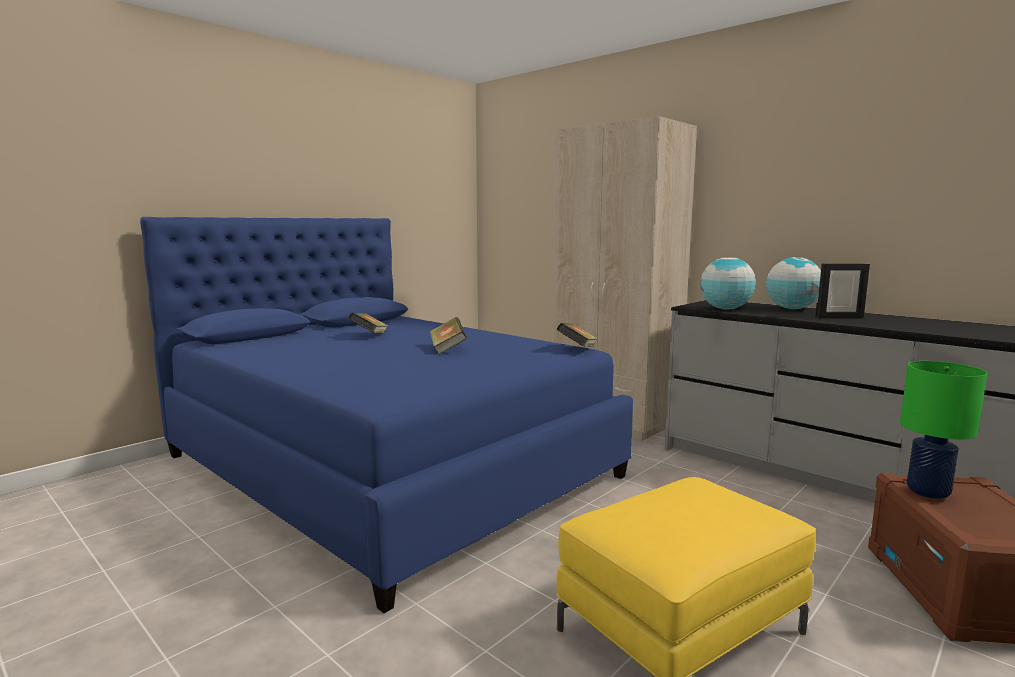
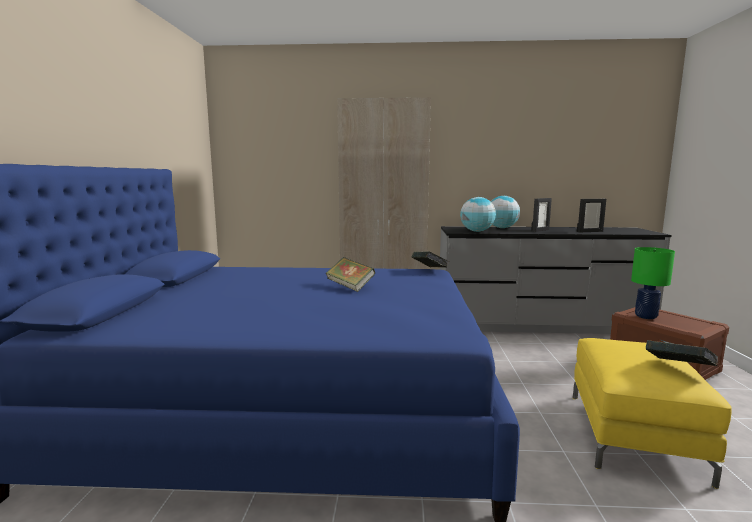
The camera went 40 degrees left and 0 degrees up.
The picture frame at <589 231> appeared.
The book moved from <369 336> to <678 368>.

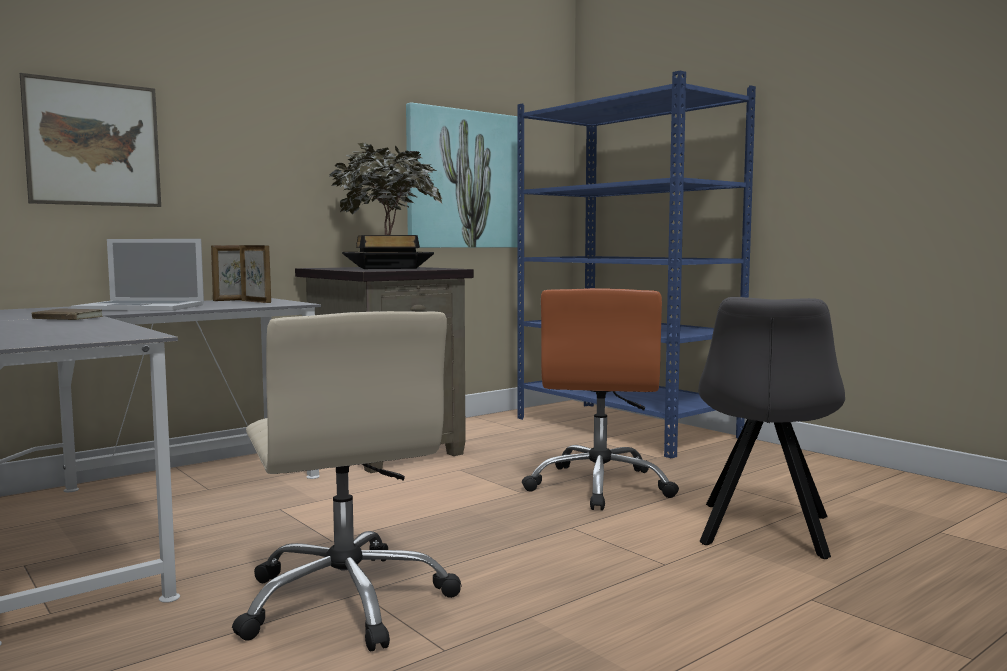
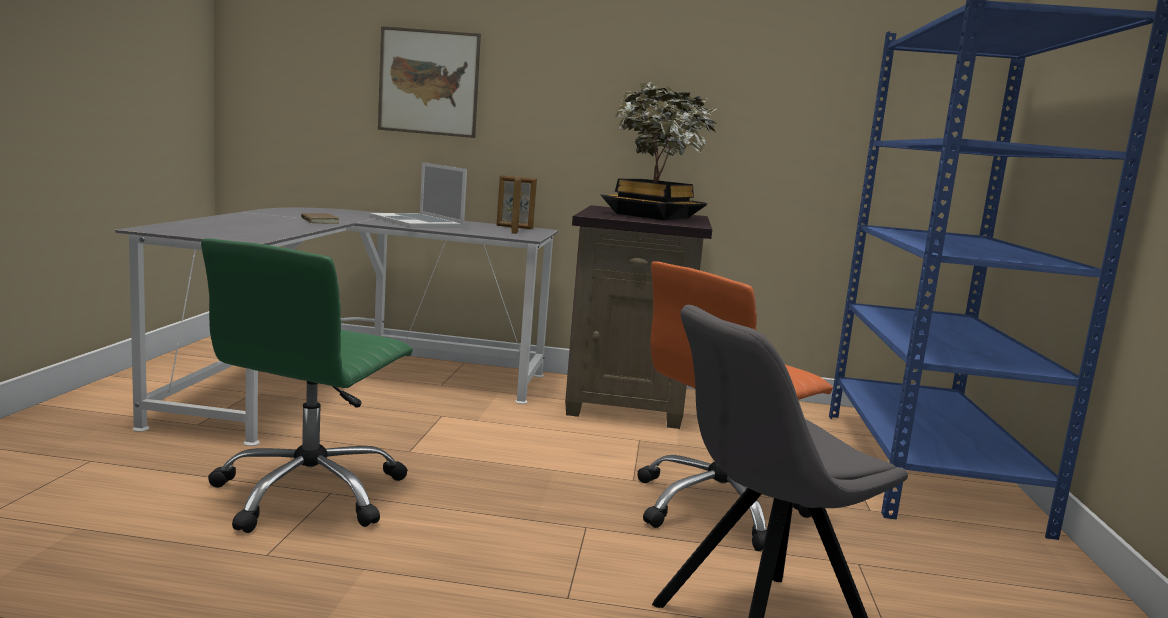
The camera went 45 degrees right and 5 degrees up.
The picture at <463 179> disappeared.
The beige office chair at <346 601> became the green office chair at <309 493>.

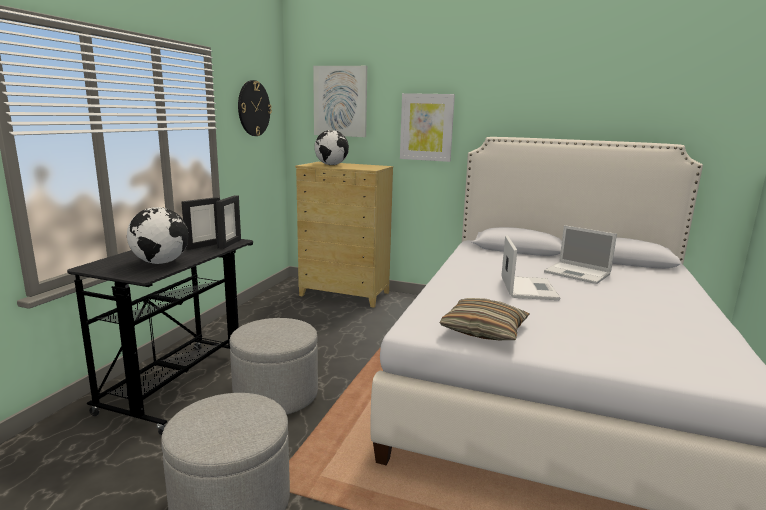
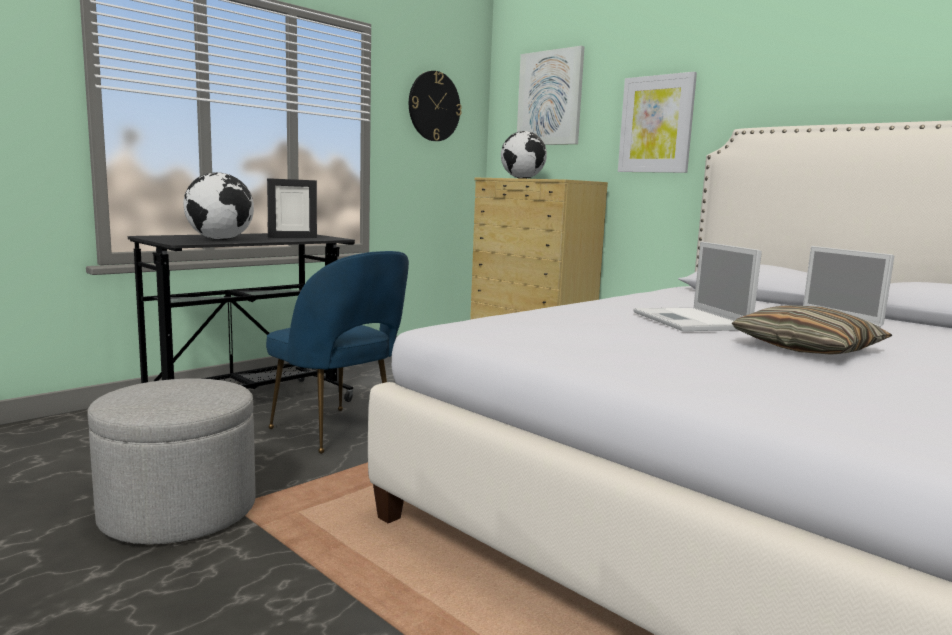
The camera went 25 degrees right and 5 degrees down.
The picture frame at <229 244> disappeared.
The pillow moved from <484 330> to <807 348>.
The grey ottoman at <276 395> was replaced by the blue chair at <337 433>.
The laptop at <528 288> turned 135 degrees clockwise.

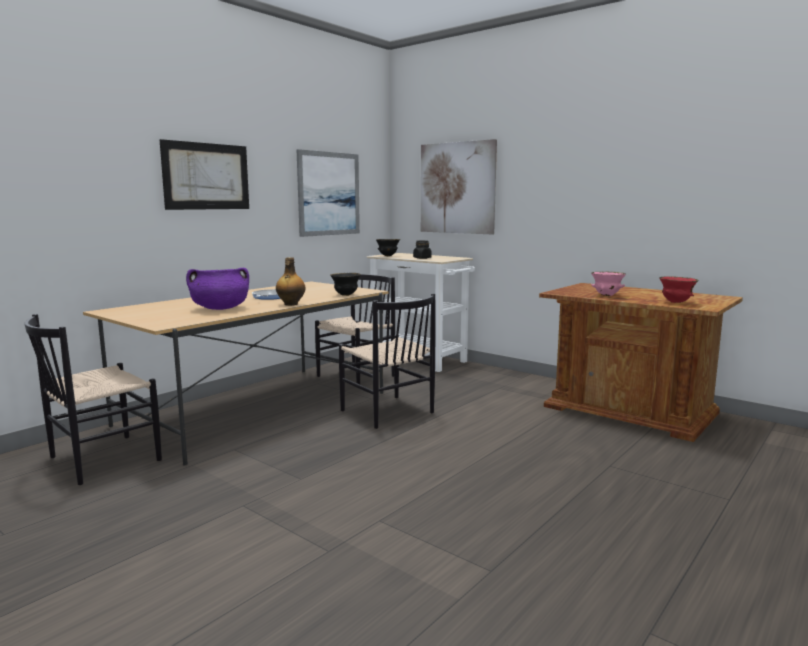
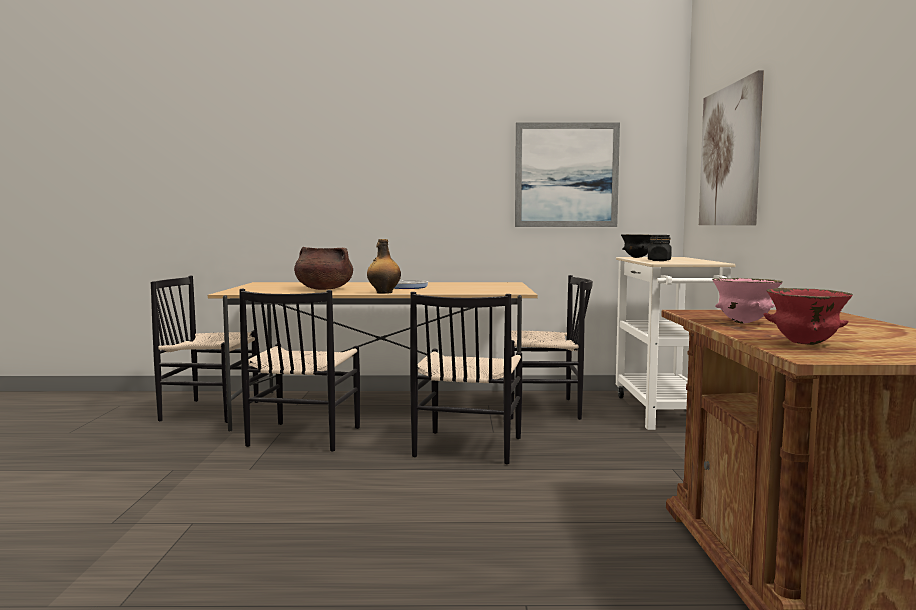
The camera went 50 degrees right and 5 degrees down.
The picture at <207 176> disappeared.
The black bowl at <346 295> disappeared.
The black chair at <302 438> appeared.
The purple cooking pot at <220 308> became the brown cooking pot at <323 289>.

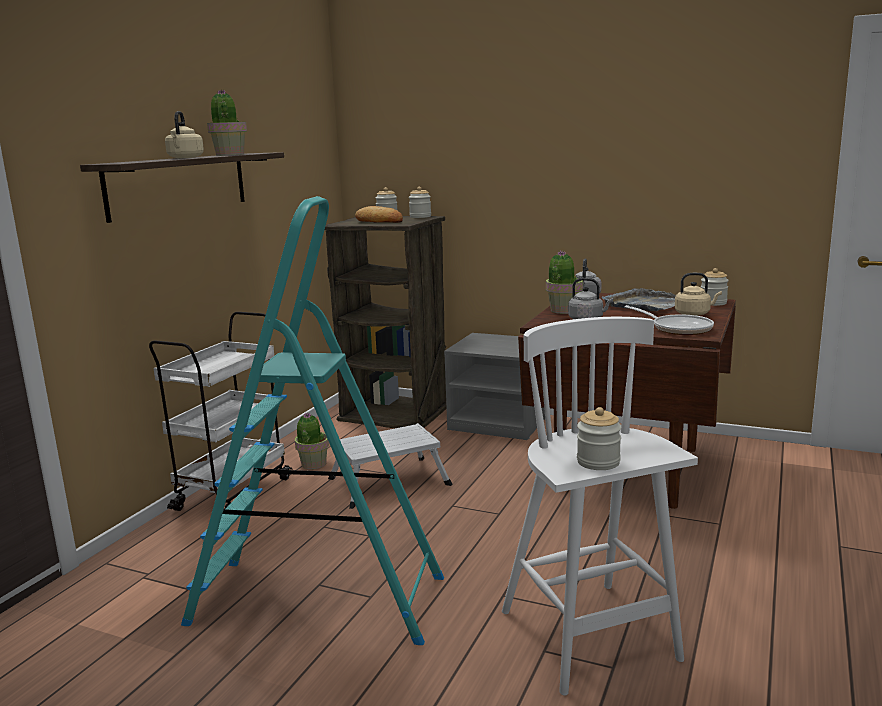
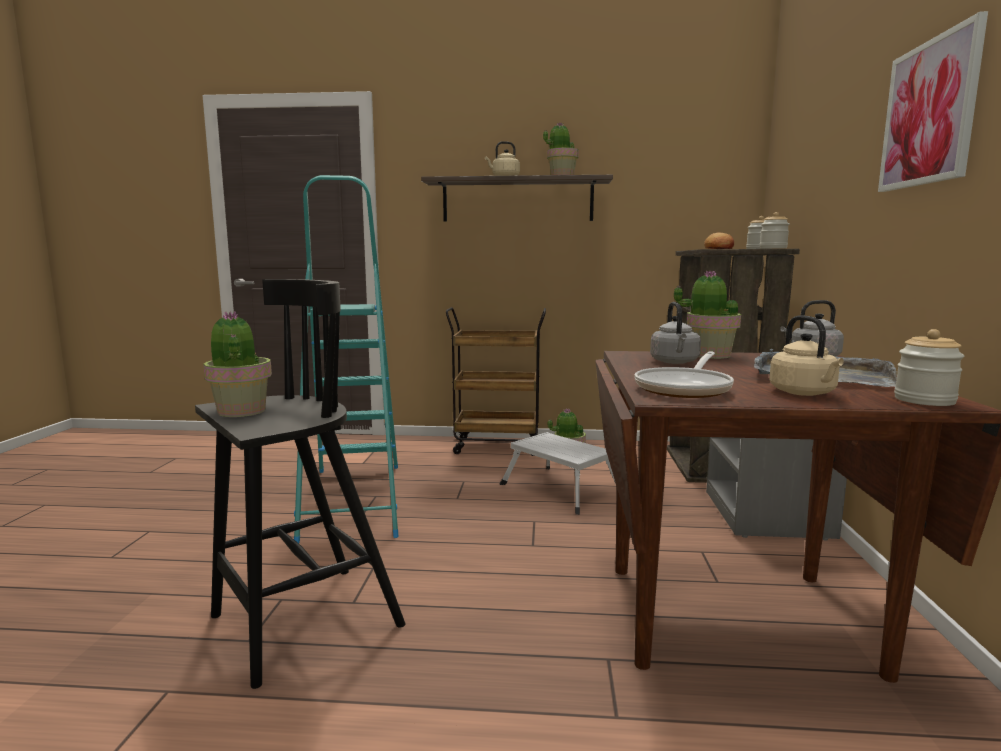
The camera went 70 degrees right and 5 degrees down.
The picture at <929 113> appeared.
The jar at <598 462> was replaced by the potted plant at <241 411>.
The white cart at <234 493> became the brown cart at <497 446>.
The white stool at <592 638> became the black stool at <300 623>.

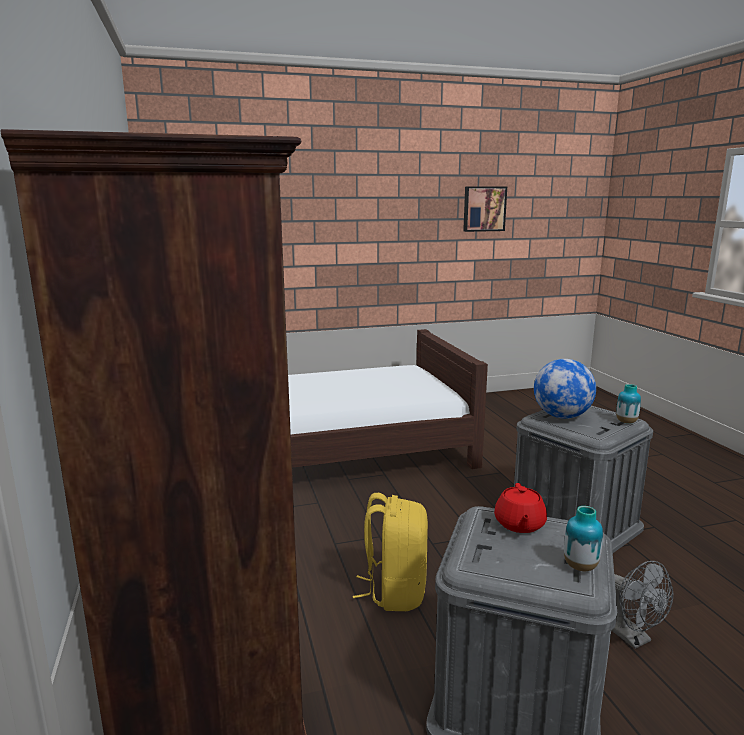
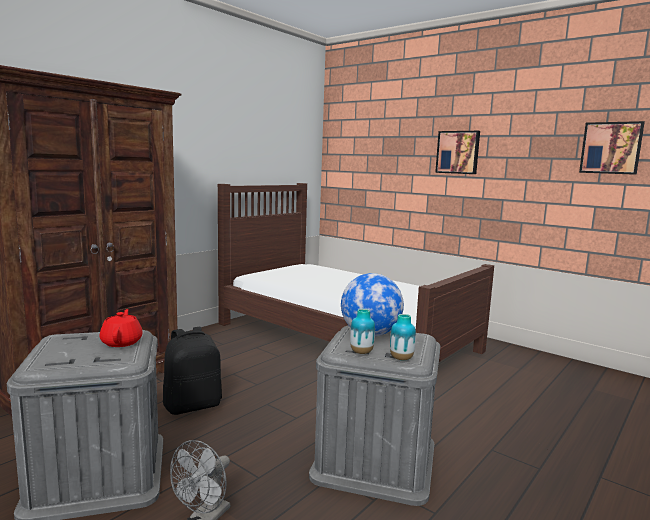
The camera went 55 degrees right and 5 degrees down.
The picture at <458 152> appeared.
The vase moved from <580 566> to <361 352>.
The yellow backpack at <395 591> became the black backpack at <193 405>.
The red teapot at <519 524> turned 105 degrees clockwise.

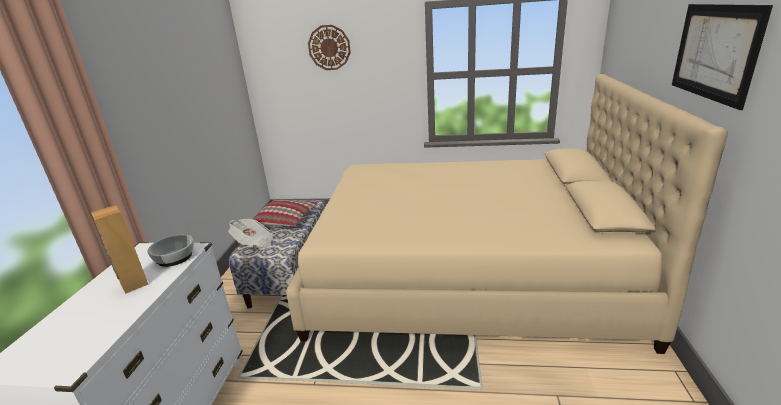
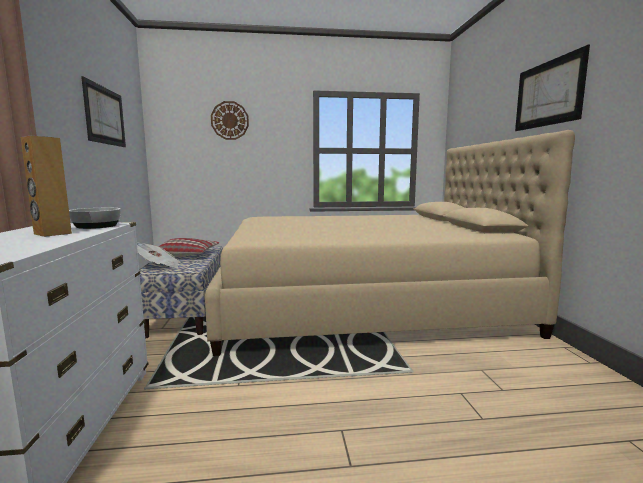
The camera went 15 degrees left and 15 degrees down.
The picture at <105 116> appeared.

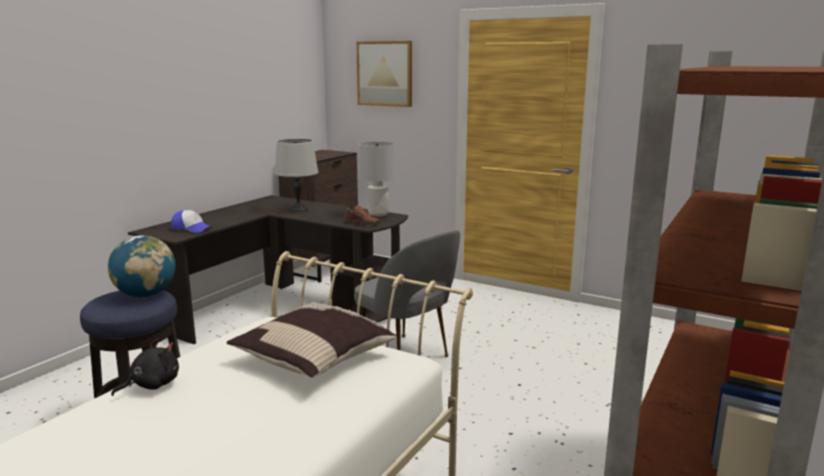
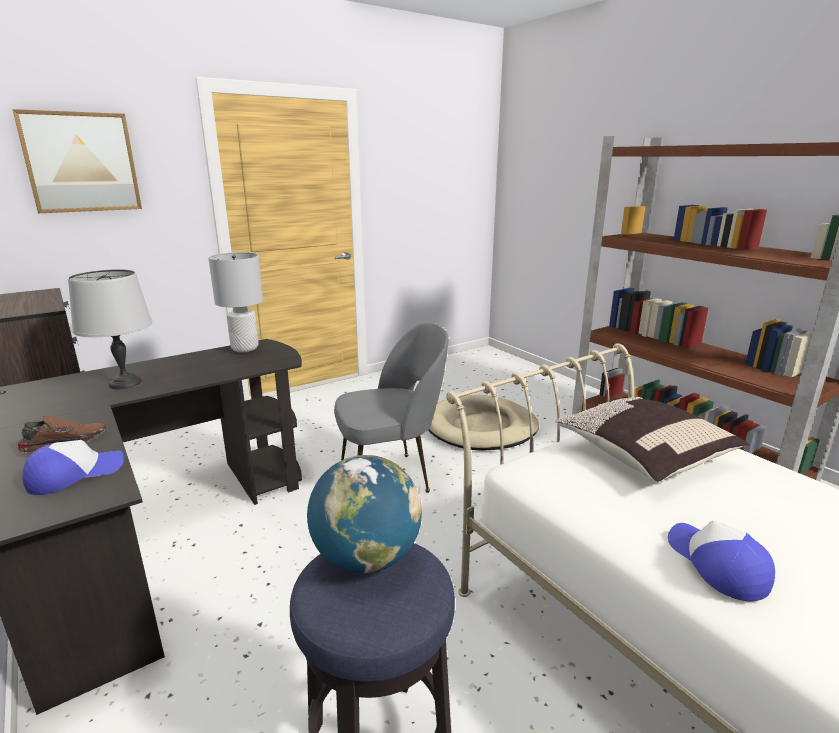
The camera went 65 degrees left and 5 degrees up.
The beige dog bed at <480 427> appeared.
The brown shoe moved from <362 223> to <65 442>.
The black plush toy at <152 385> was replaced by the cap at <716 565>.

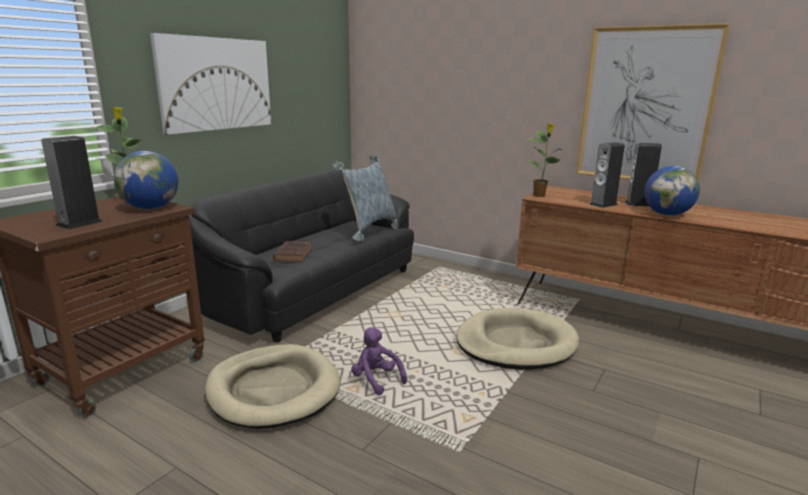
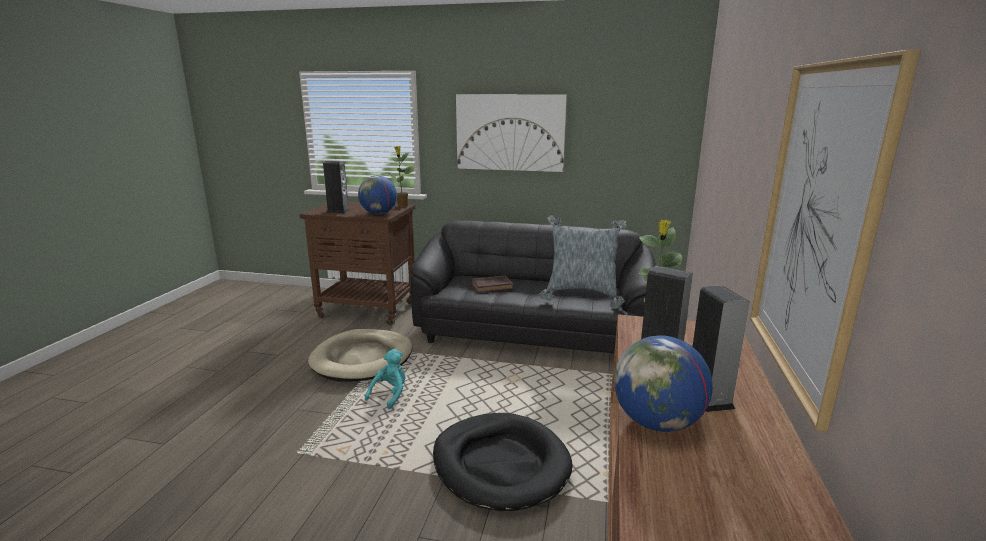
The camera went 70 degrees right and 0 degrees up.
The purple plush toy at <376 380> became the turquoise plush toy at <390 395>.
The beige dog bed at <515 343> became the black dog bed at <500 464>.

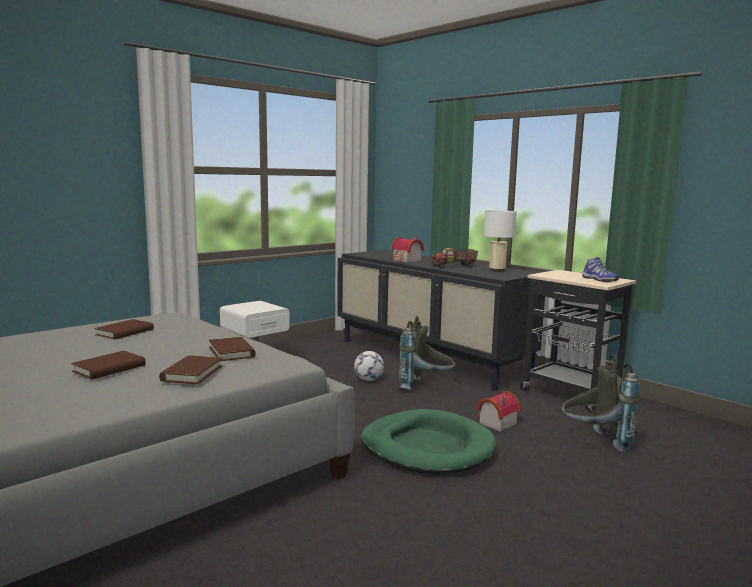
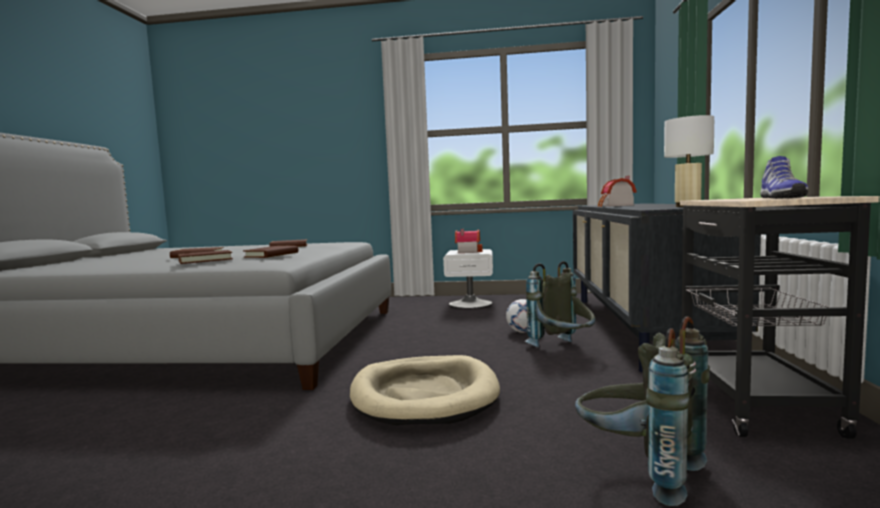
The camera went 50 degrees right and 5 degrees down.
The toy truck at <454 266> disappeared.
The toy house moved from <495 423> to <467 251>.
The green dog bed at <427 447> became the beige dog bed at <424 395>.

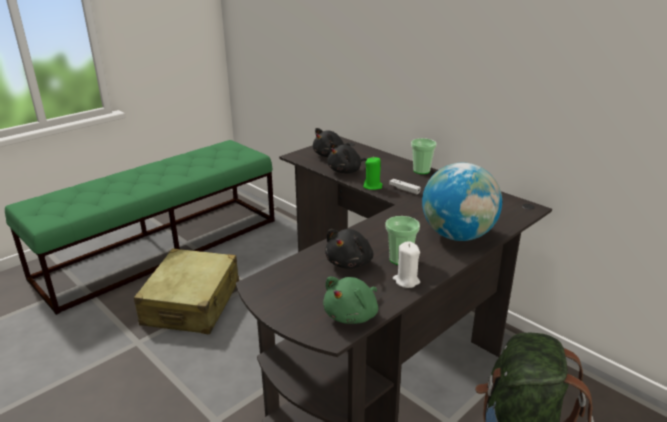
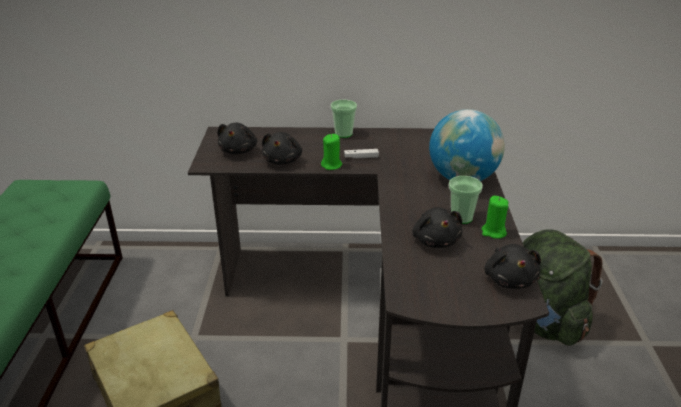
The camera went 45 degrees left and 5 degrees up.
The green plush toy at <352 315> became the black plush toy at <509 279>.
The white candle at <406 281> became the green candle at <493 232>.

